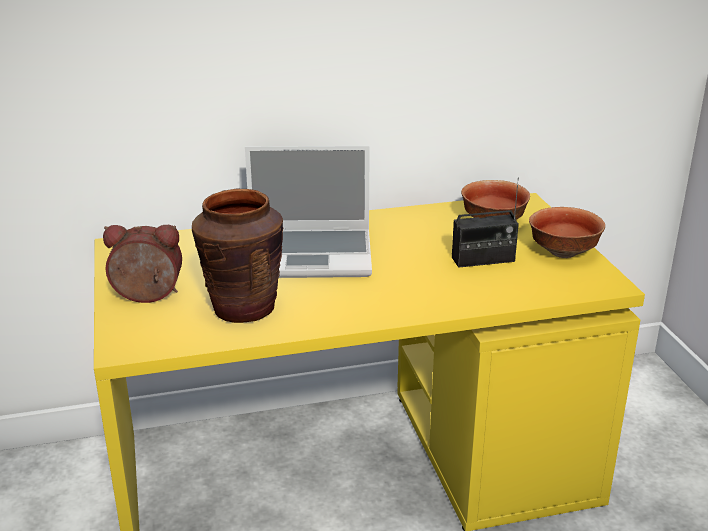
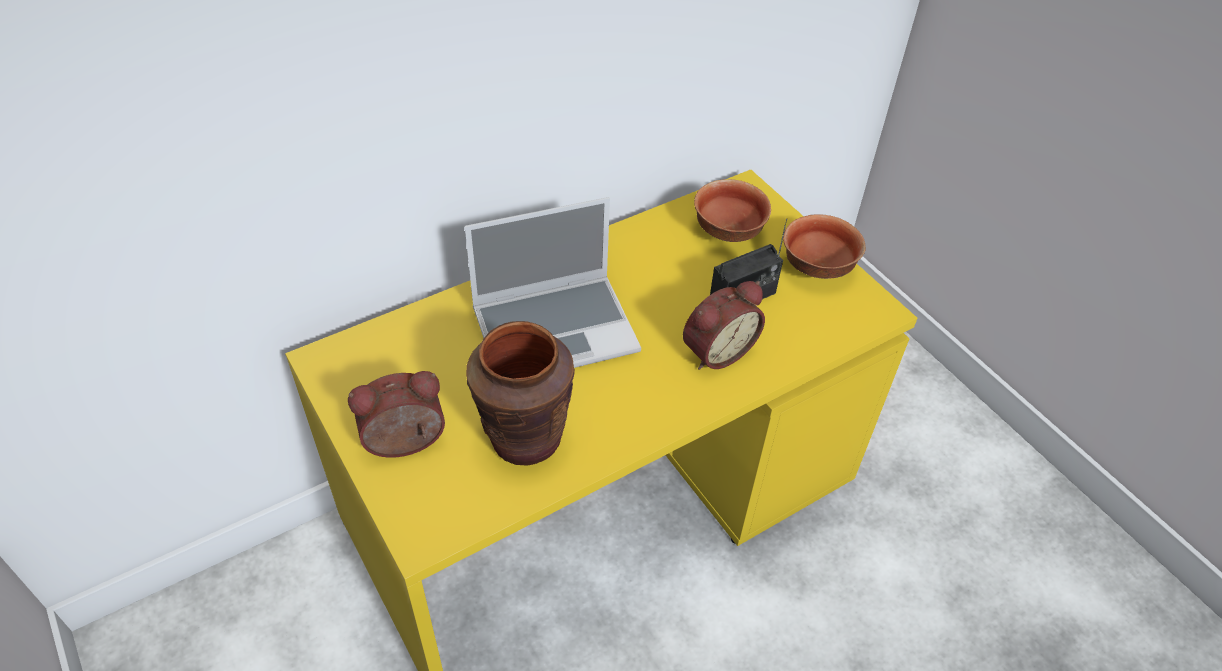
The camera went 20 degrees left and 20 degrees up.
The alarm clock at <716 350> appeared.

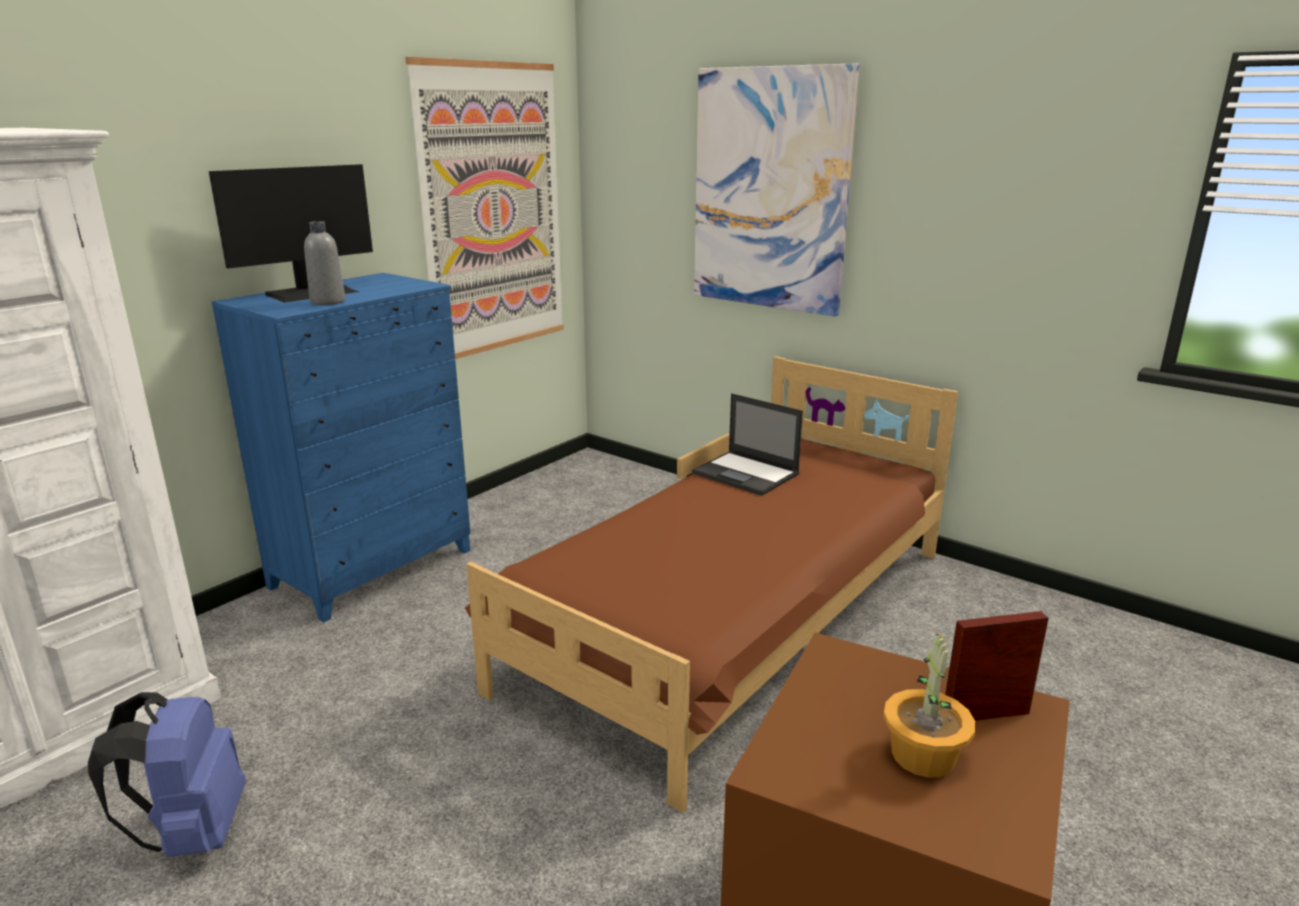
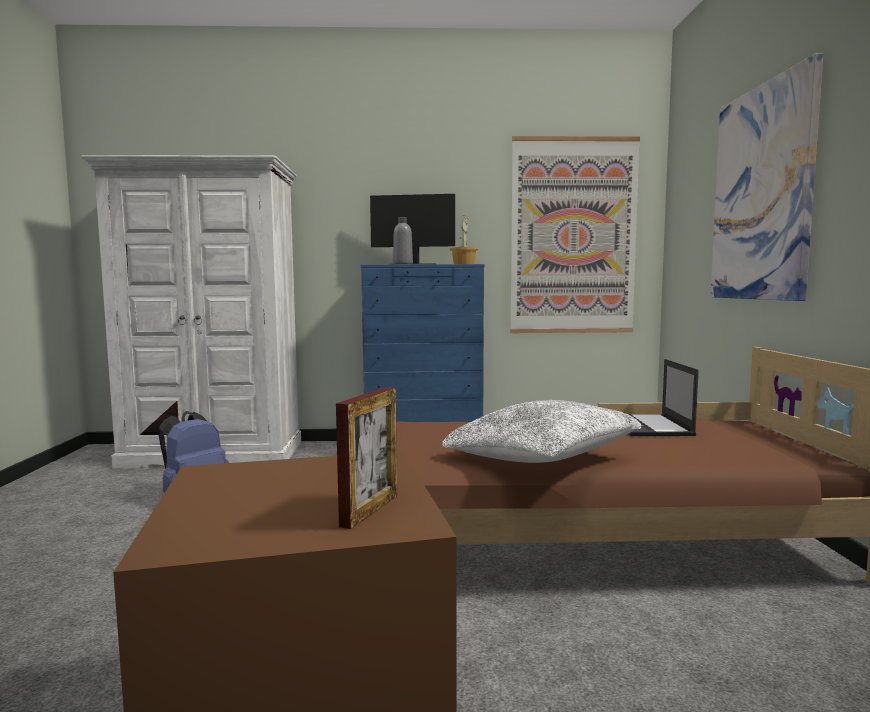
The camera went 50 degrees right and 15 degrees down.
The white pillow at <540 458> appeared.
The potted plant moved from <922 755> to <463 264>.
The picture frame at <985 715> turned 75 degrees clockwise.

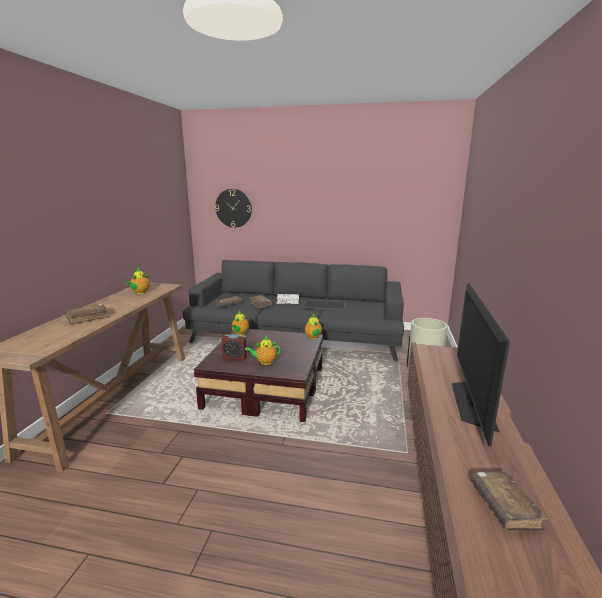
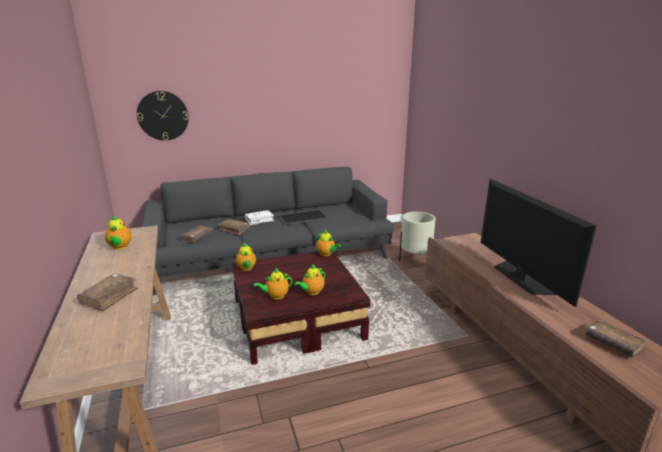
The camera went 30 degrees left and 5 degrees up.
The alarm clock at <235 357> was replaced by the teapot at <275 296>.

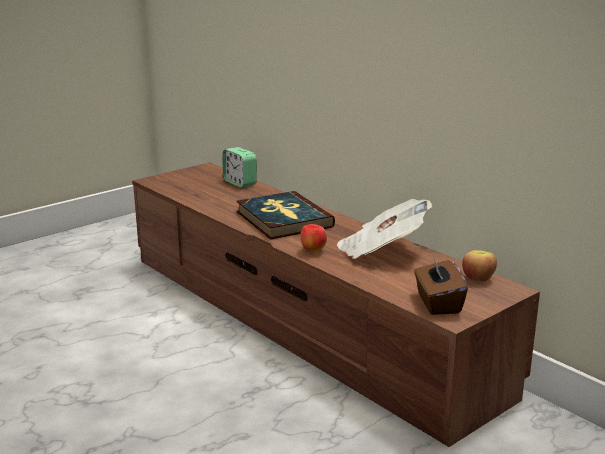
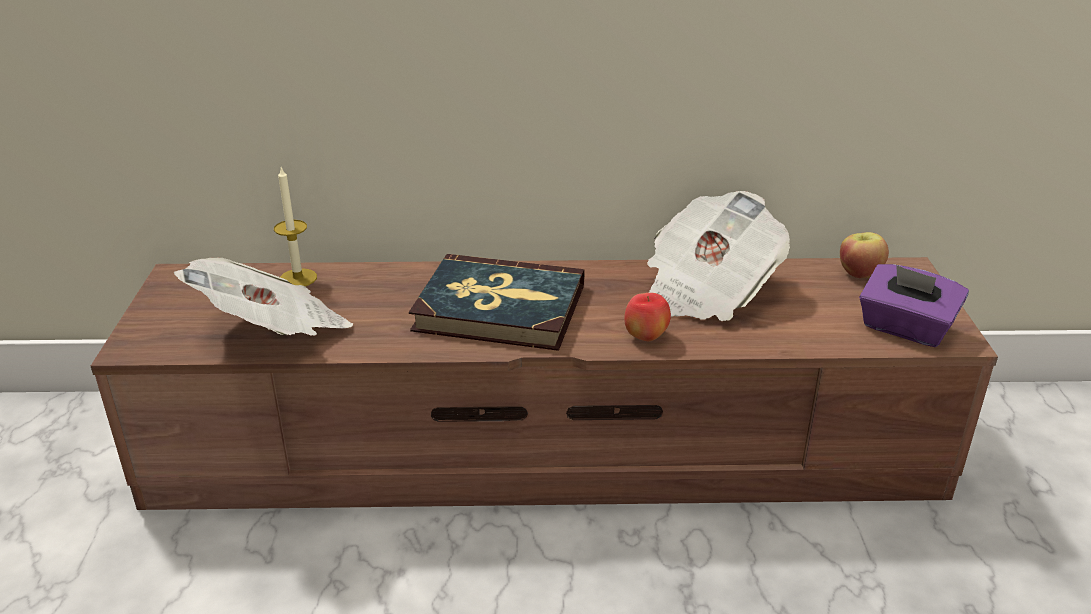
The camera went 50 degrees left and 10 degrees up.
The newspaper at <274 332> appeared.
The alarm clock at <240 183> was replaced by the candle at <298 278>.
The brown tissue box at <437 303> became the purple tissue box at <905 328>.

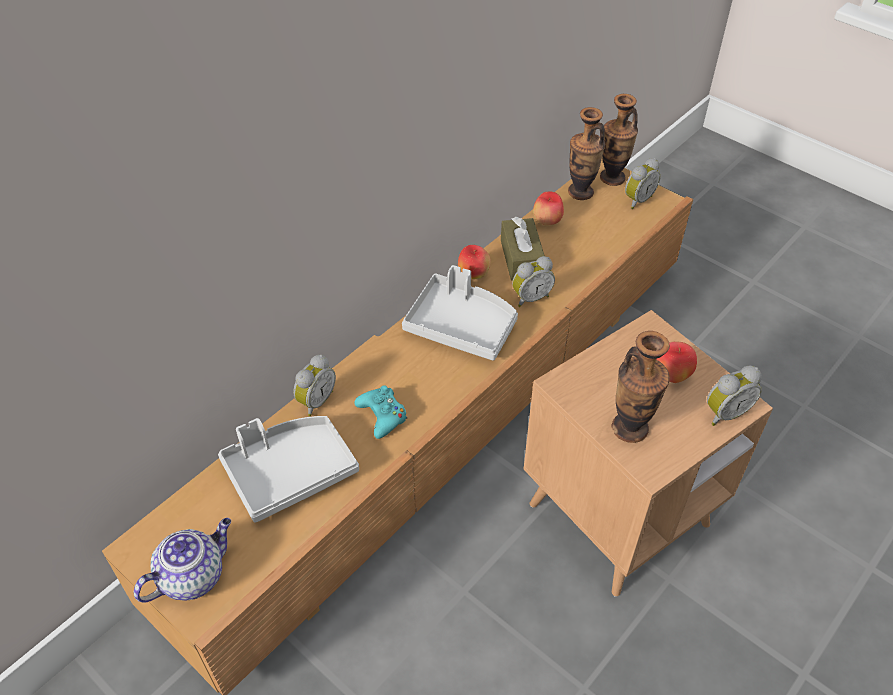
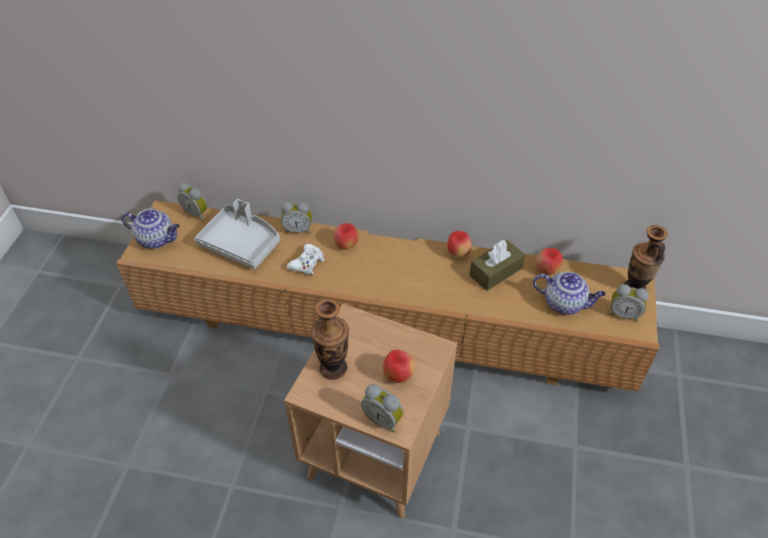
The camera went 60 degrees right and 0 degrees up.
The grey tray at <461 326> disappeared.
The vase at <580 192> disappeared.
The apple at <346 245> appeared.
The teapot at <565 303> appeared.
The alarm clock moved from <530 297> to <197 213>.
The turquoise game controller at <382 415> became the white game controller at <307 263>.

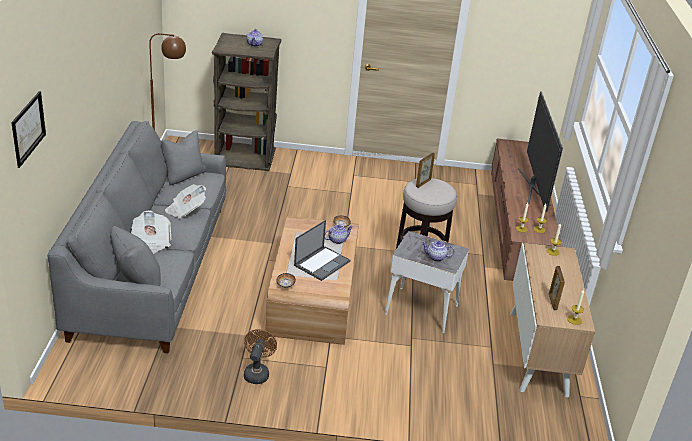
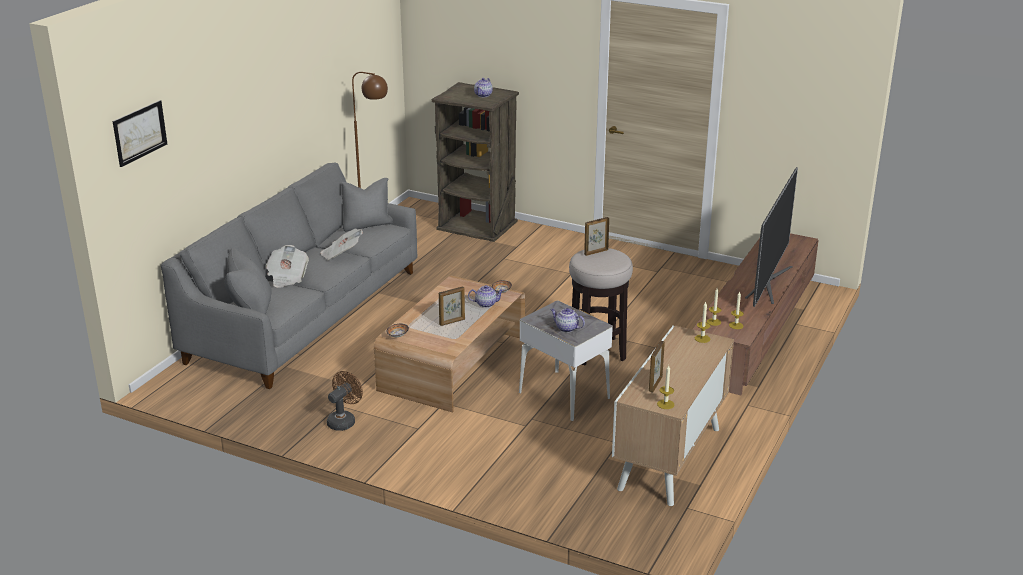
The camera went 25 degrees right and 5 degrees down.
The laptop at <322 263> was replaced by the picture frame at <452 322>.

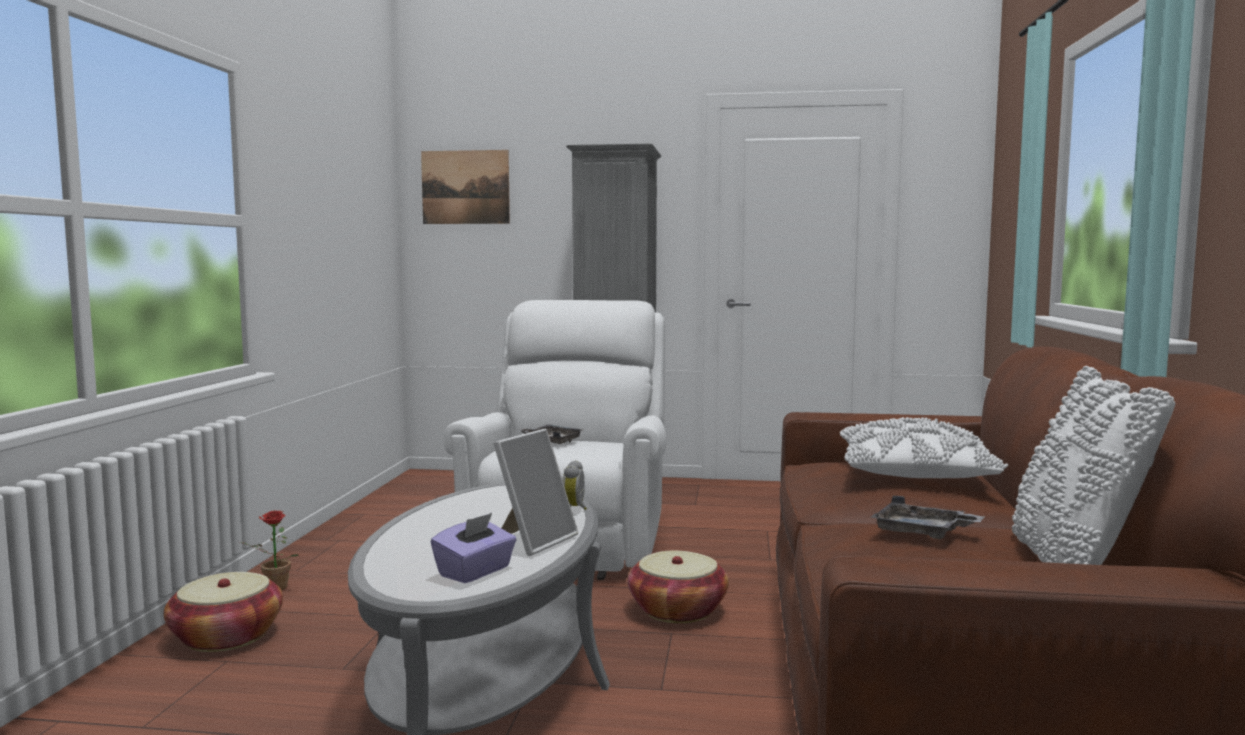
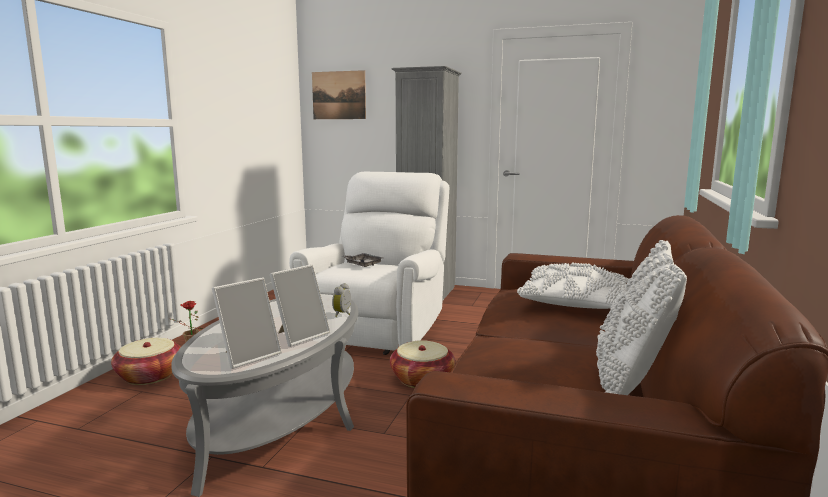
The camera went 10 degrees right and 5 degrees up.
The grey tray at <922 533> disappeared.
The purple tissue box at <475 572> was replaced by the picture frame at <248 356>.

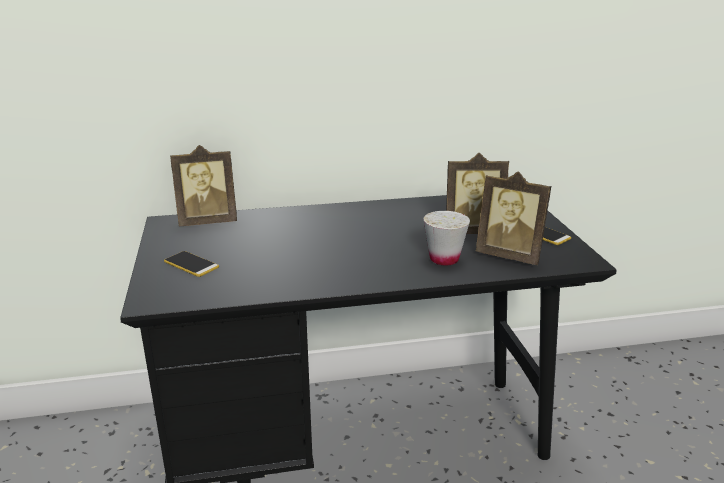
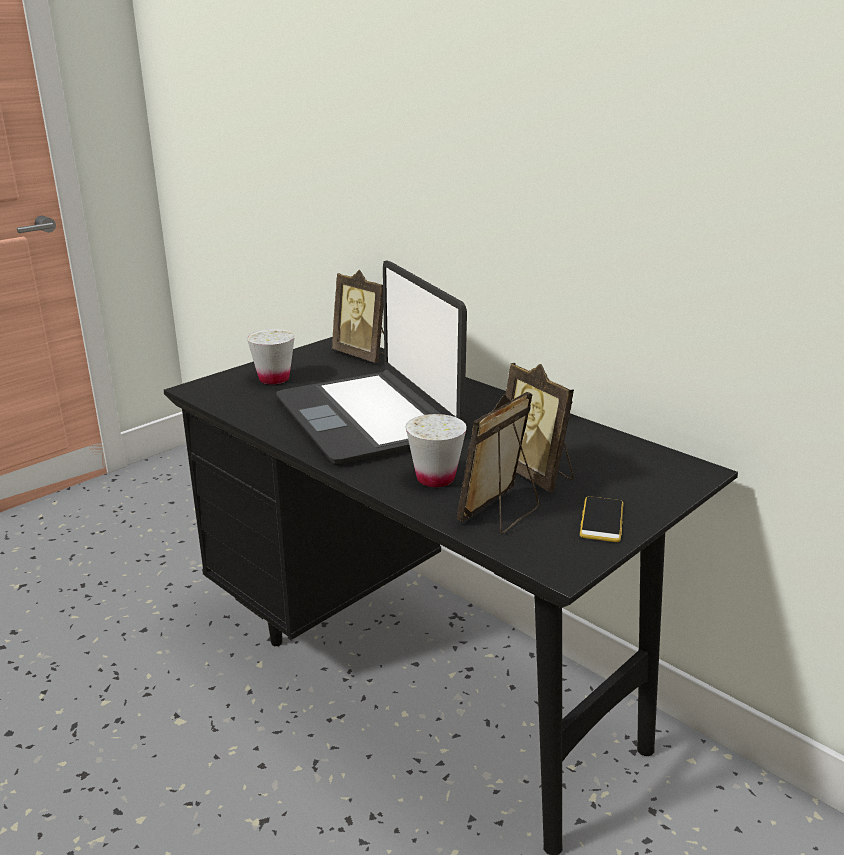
The camera went 55 degrees right and 0 degrees up.
The laptop at <368 418> appeared.
The phone at <191 264> was replaced by the white cup at <274 379>.
The picture frame at <510 255> turned 45 degrees clockwise.

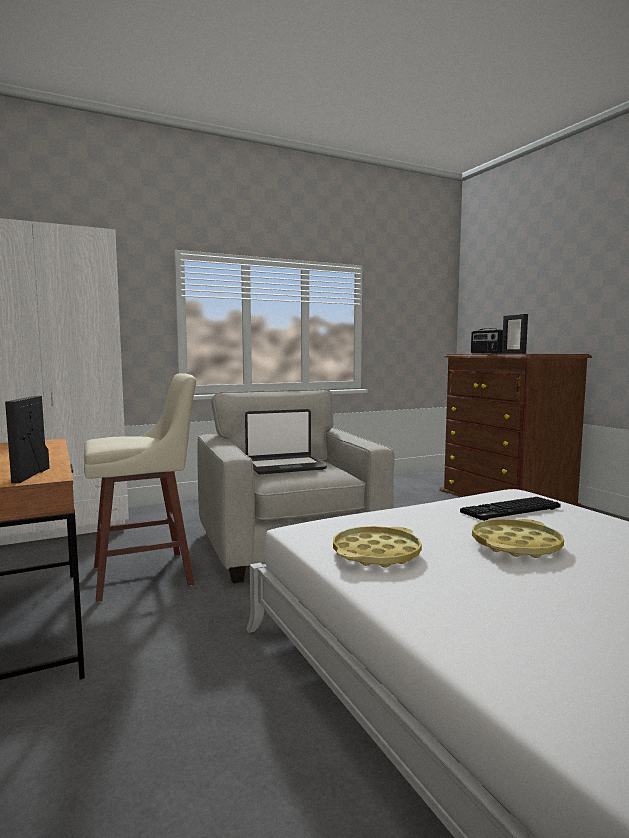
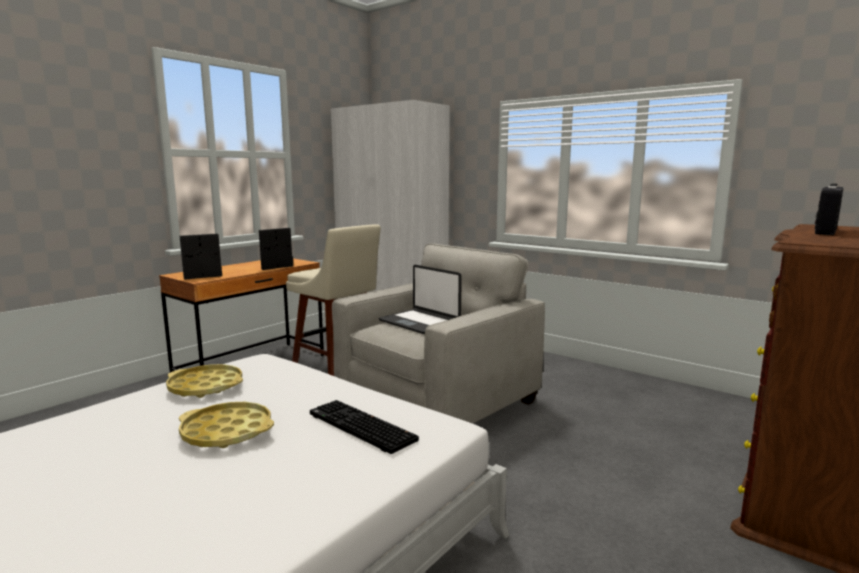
The camera went 65 degrees right and 5 degrees up.
The picture frame moved from <514 353> to <277 267>.

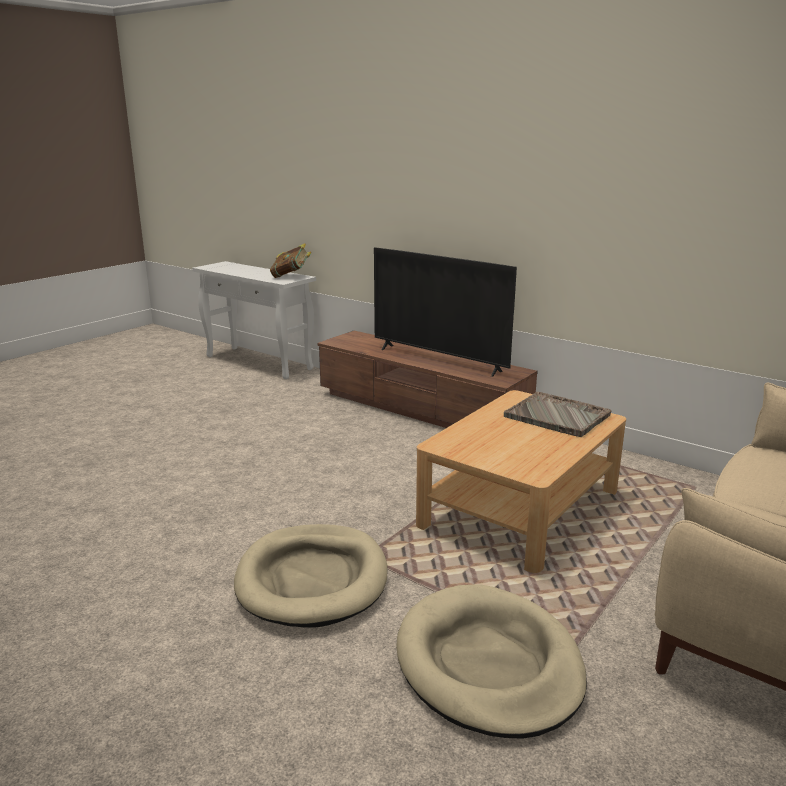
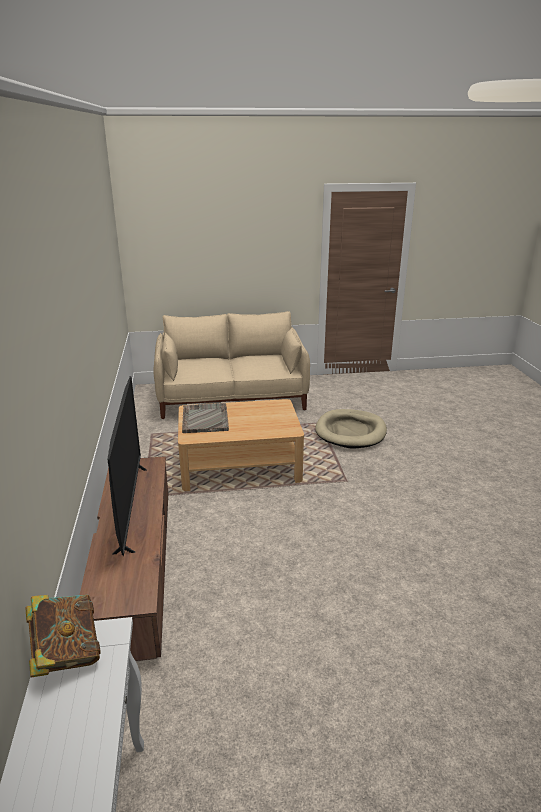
The camera went 135 degrees left and 5 degrees up.
The beige dog bed at <312 579> disappeared.

